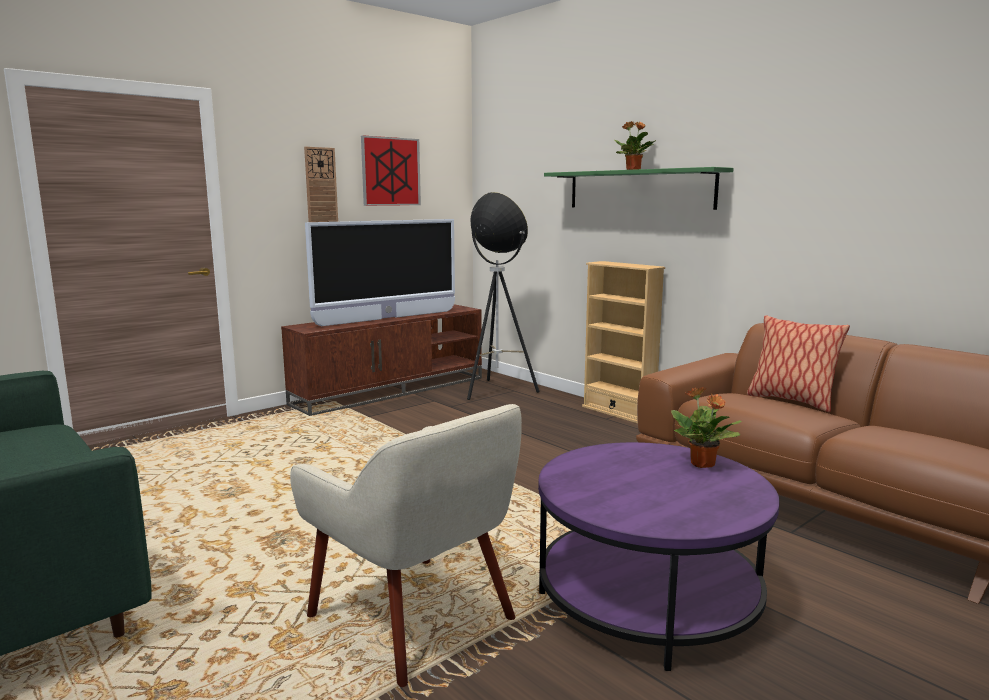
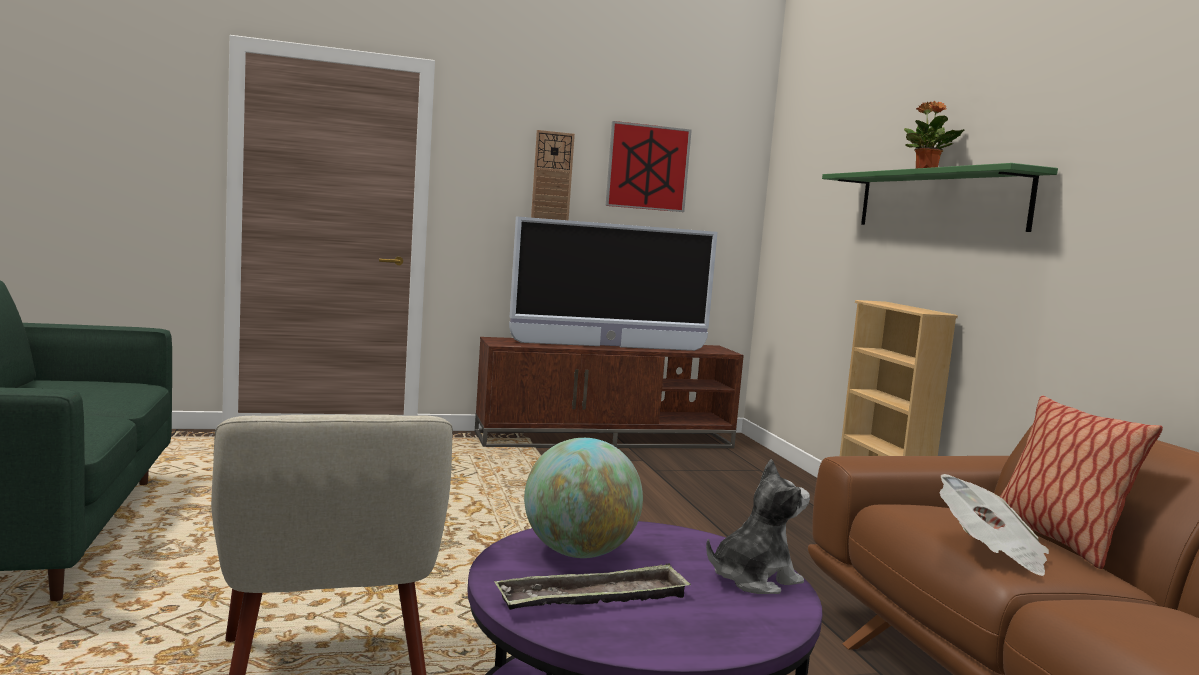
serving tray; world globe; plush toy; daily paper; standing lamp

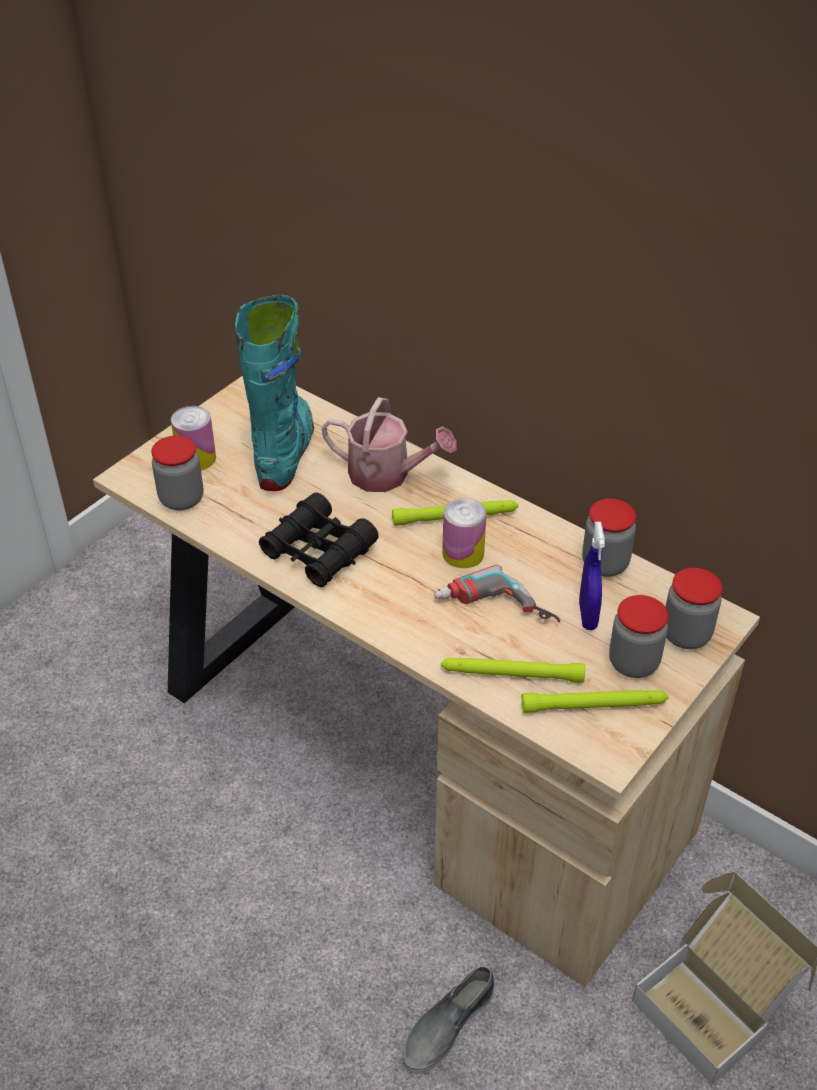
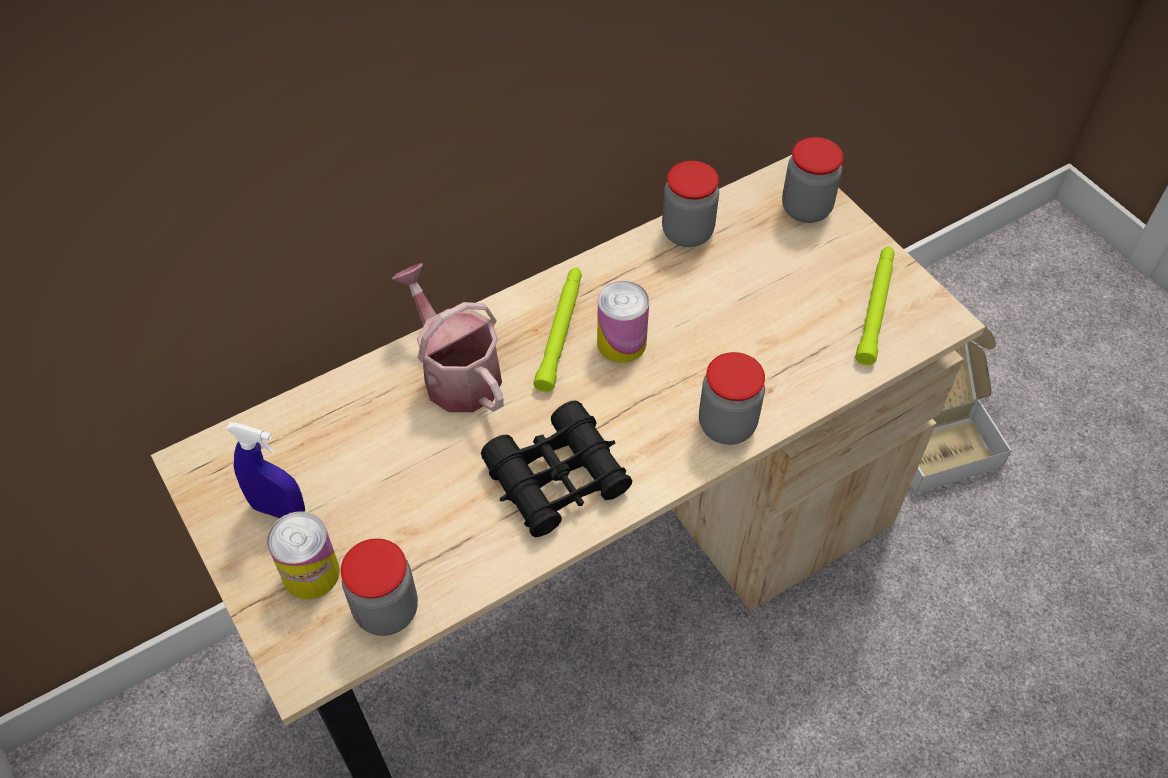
blue-coloured hand sprayer; sprinkling can; preserve jar (3rd from left); turquoise high-top boot; gray shoe; electric drill; green flashlight (2nd from left in the first image)

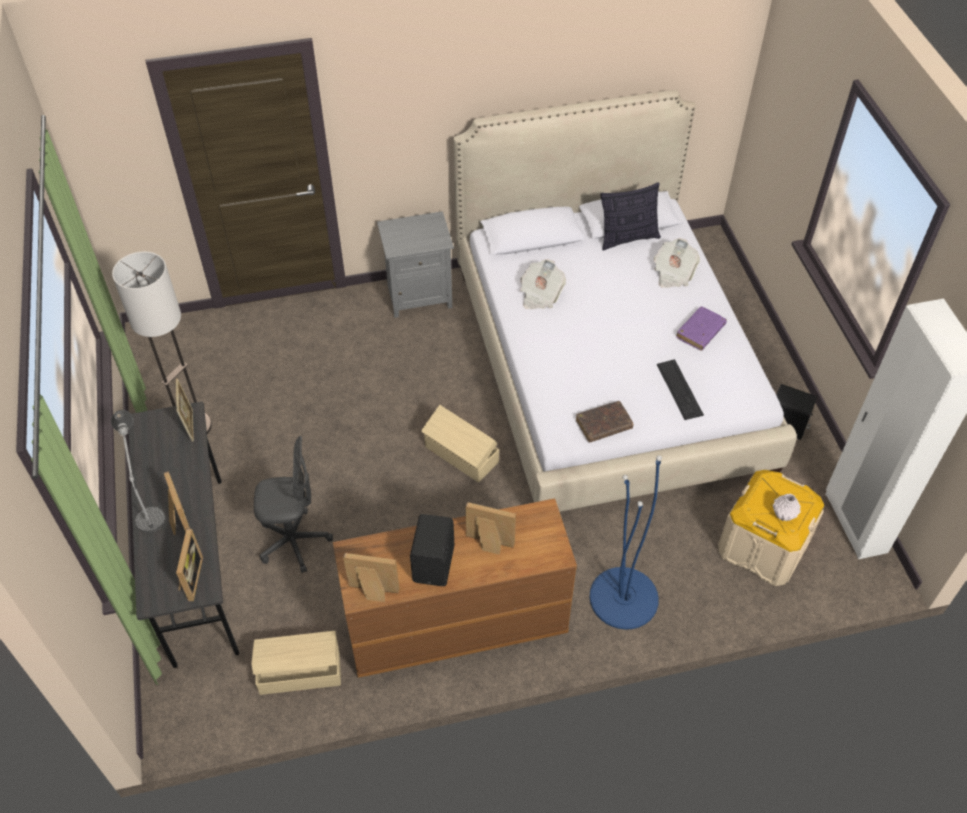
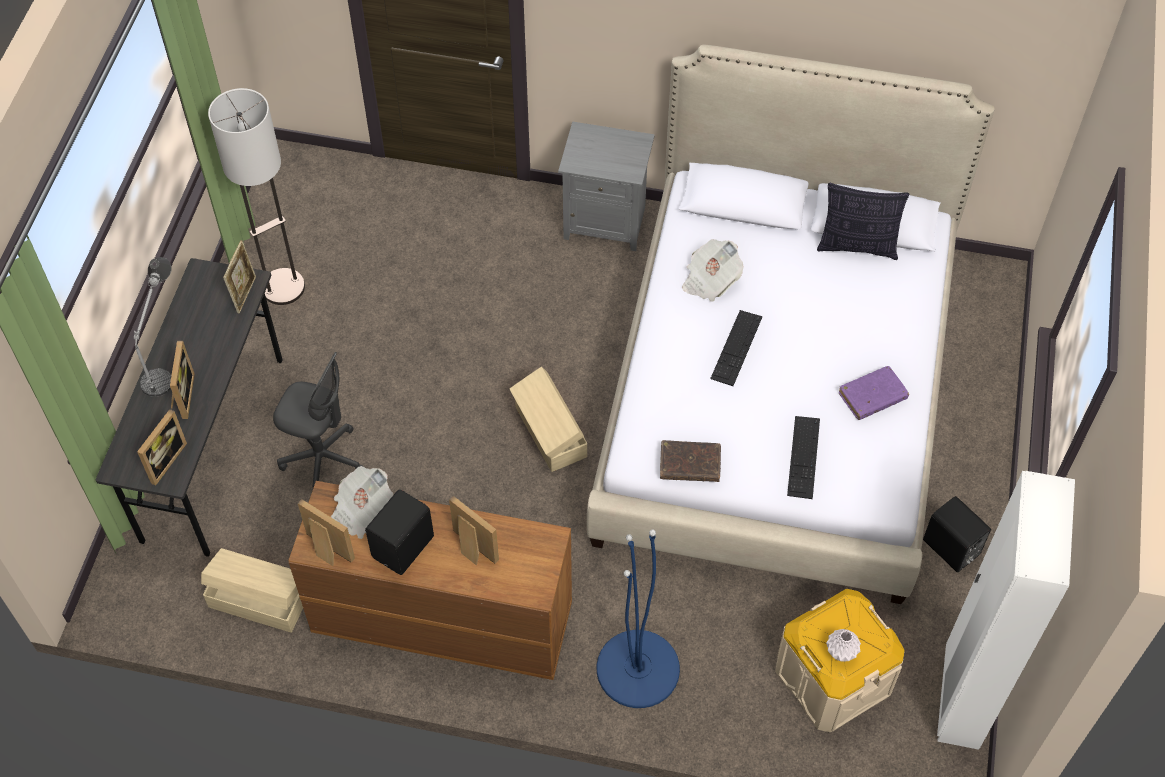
daily paper (1st from left); keyboard (1st from left)

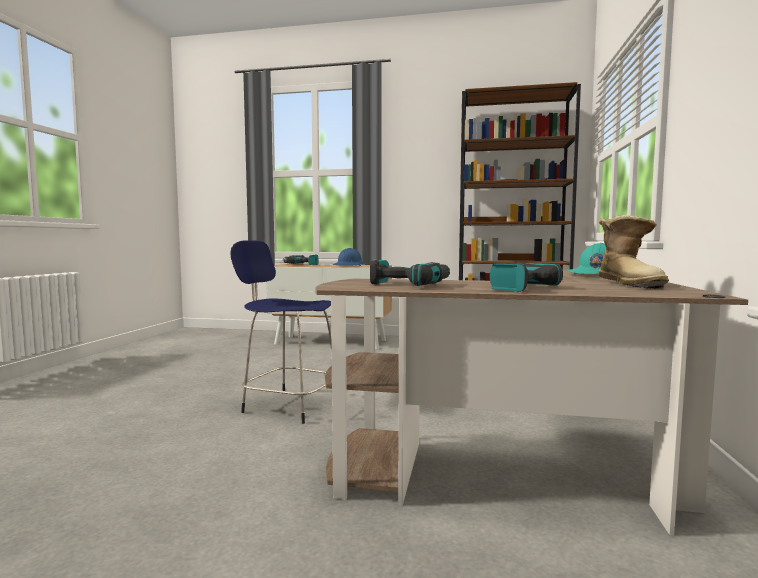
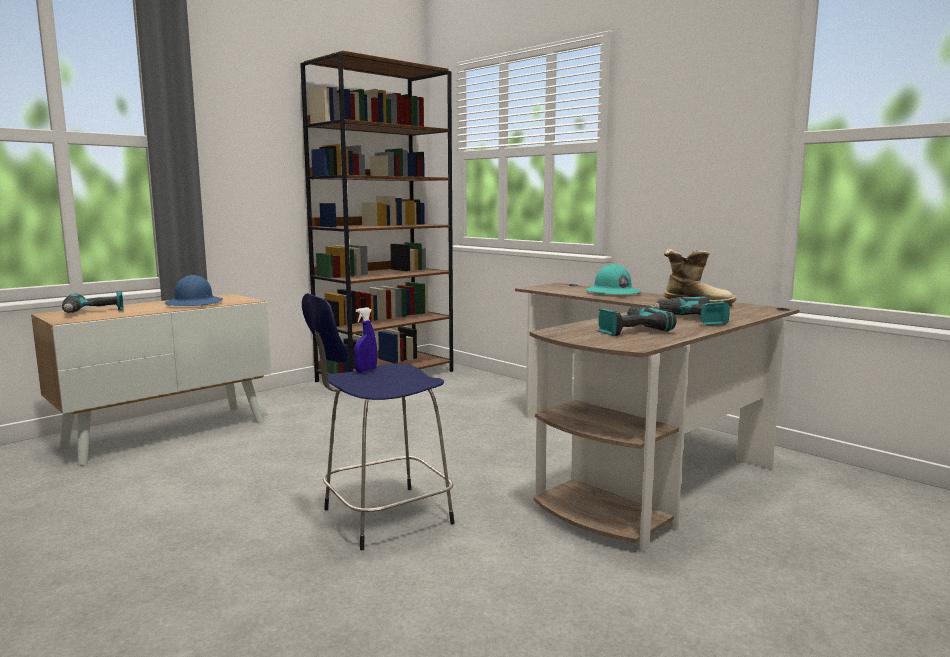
blue-coloured hand sprayer

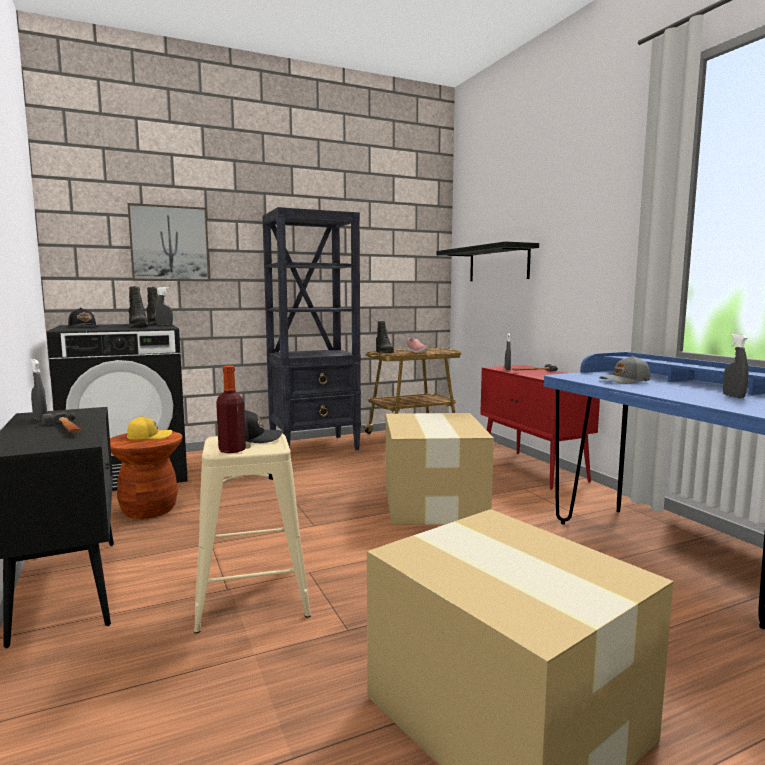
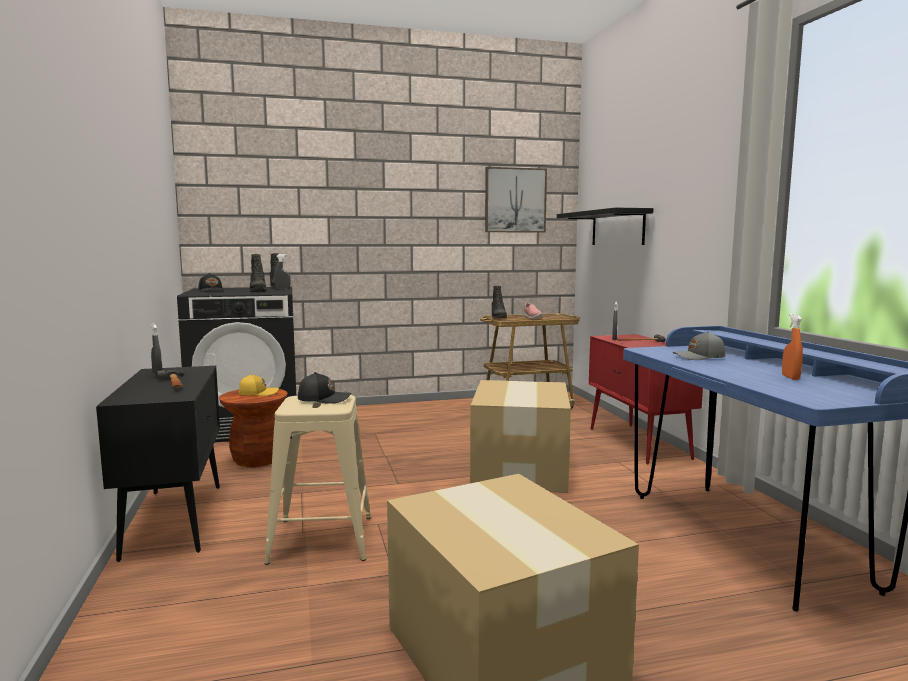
picture; orangey hand sprayer; drink bottle; blackish shelving unit

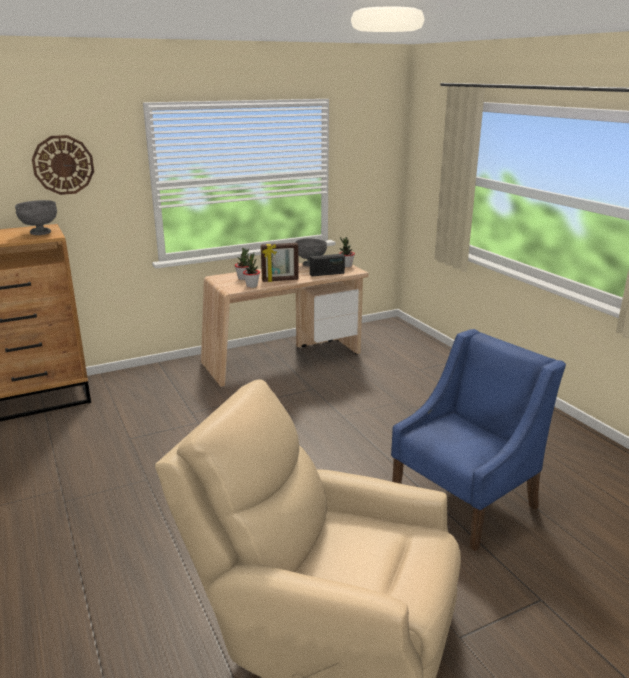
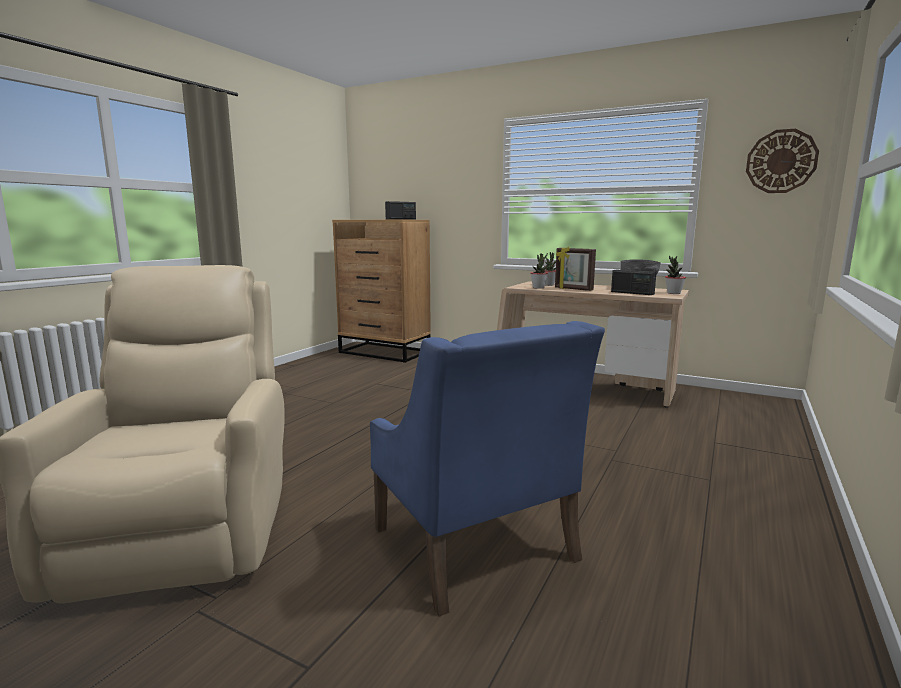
blue-coloured lounge chair; radio receiver (1st from left); hanging clock

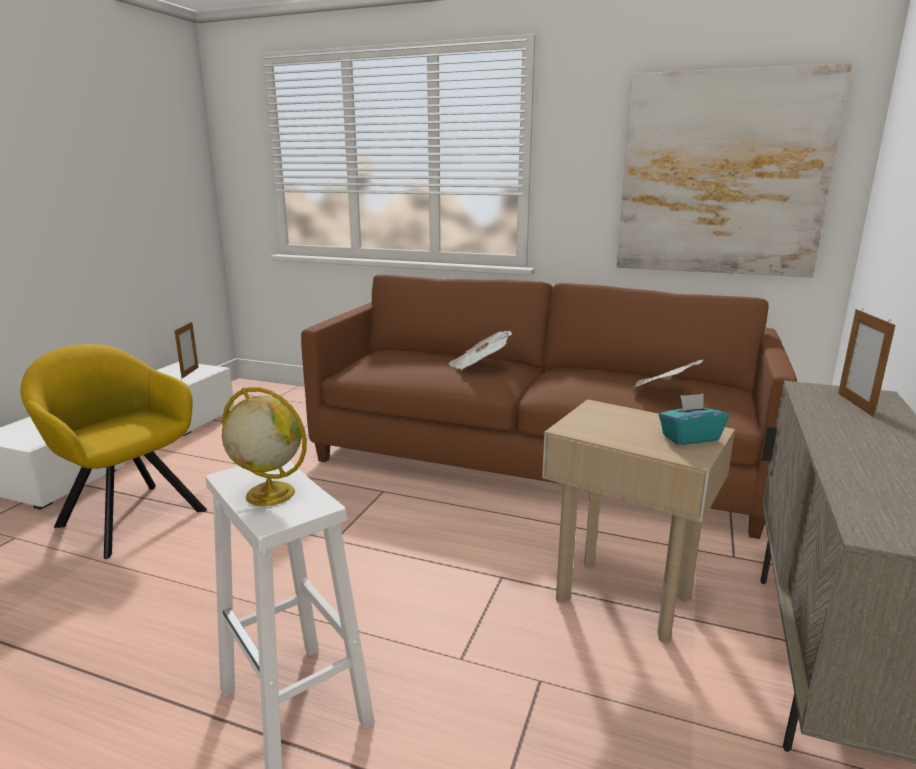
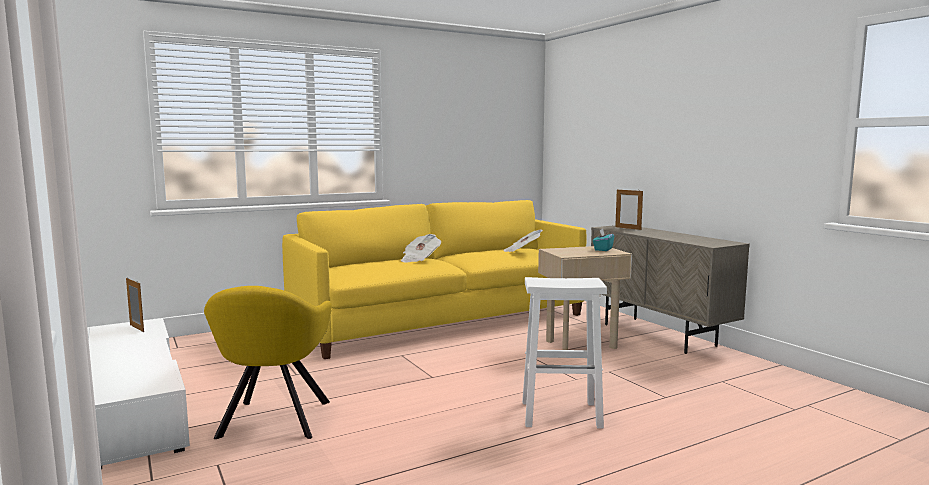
yellow lounge chair; yellow settee; world globe; picture

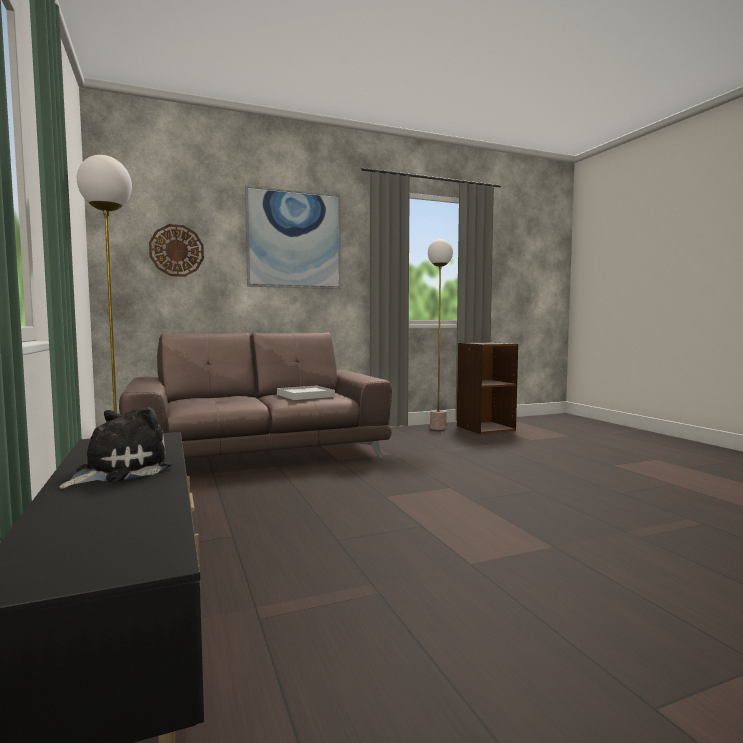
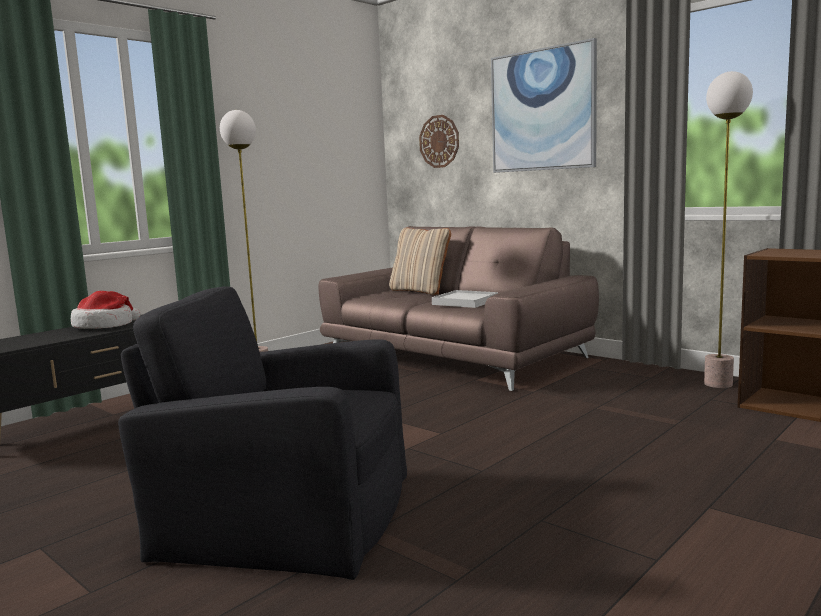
hat; blackish lounge chair; beige-coloured throw pillow

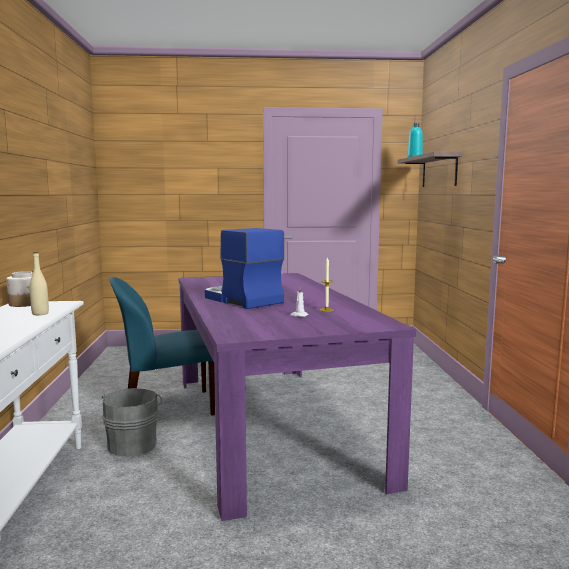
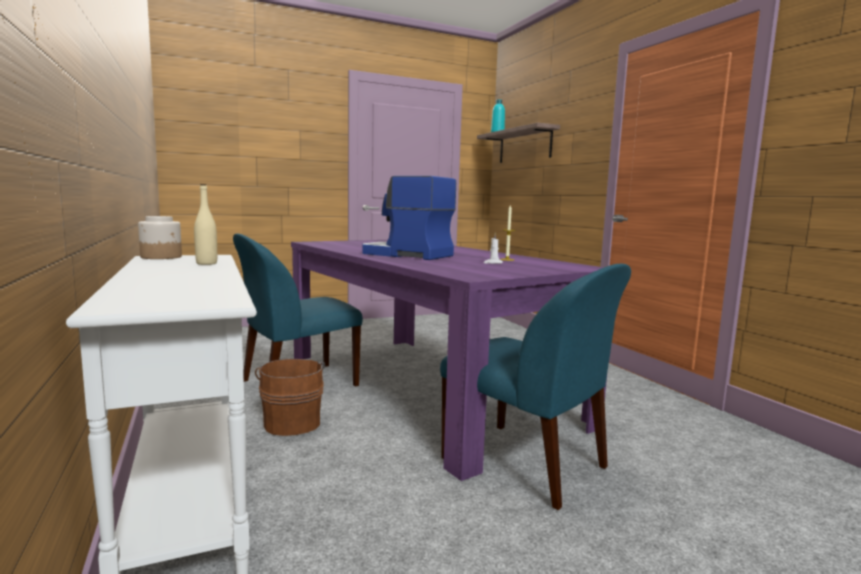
brown-coloured bucket; blue-coloured upright chair (2nd from left)

